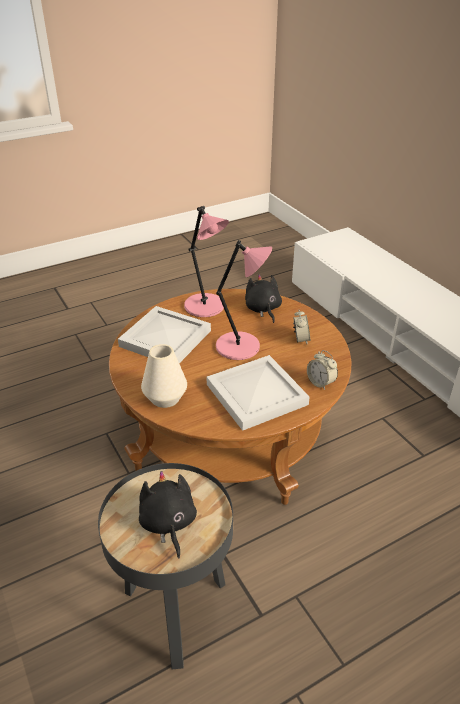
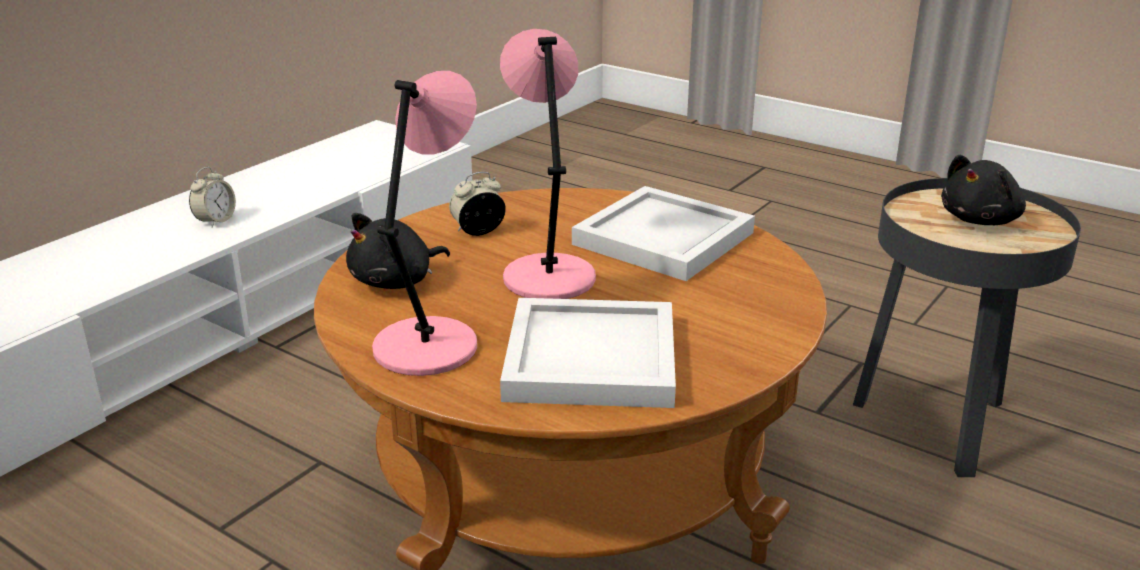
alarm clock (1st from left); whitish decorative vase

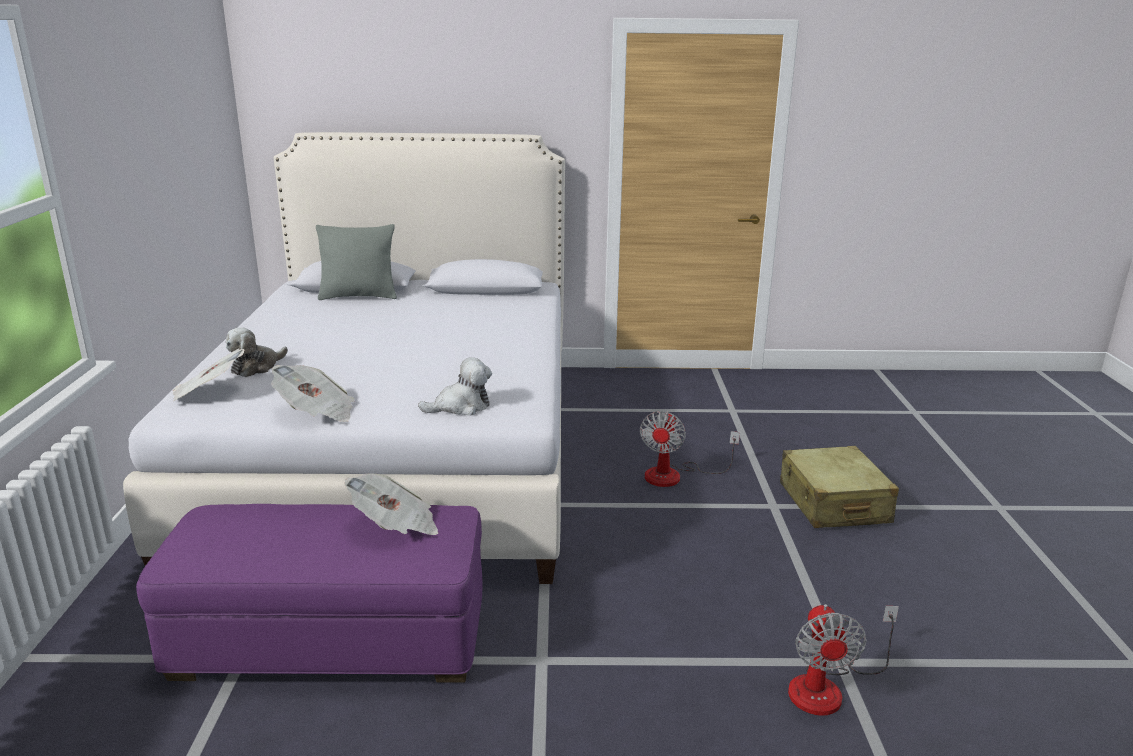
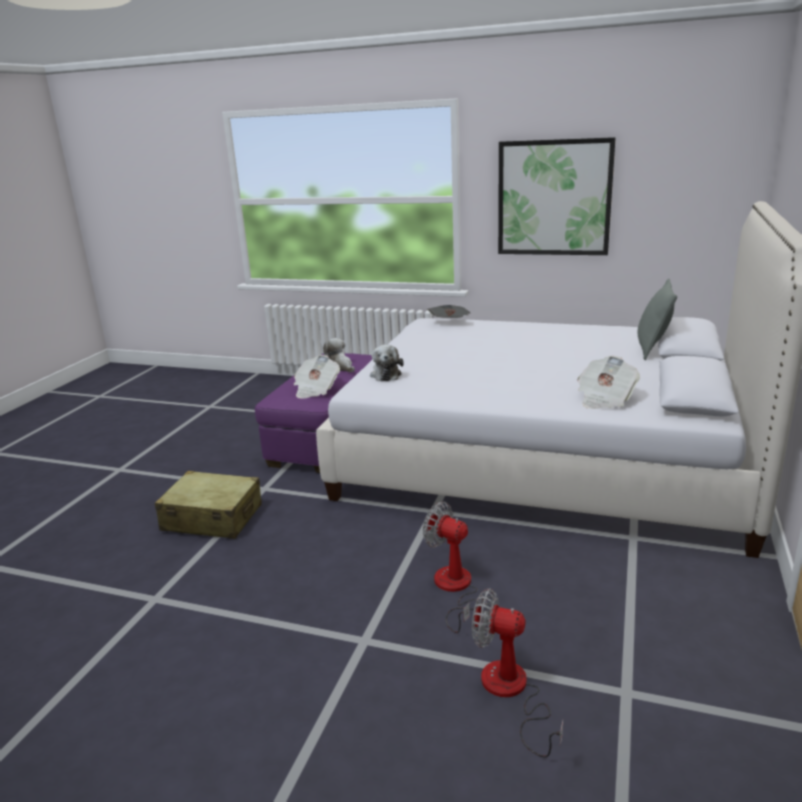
beige-coloured suitcase; plush toy (1st from left); electric fan (2nd from left); picture; daily paper (3rd from left)

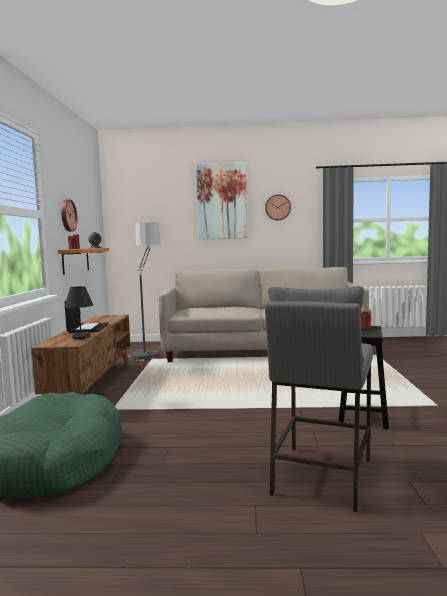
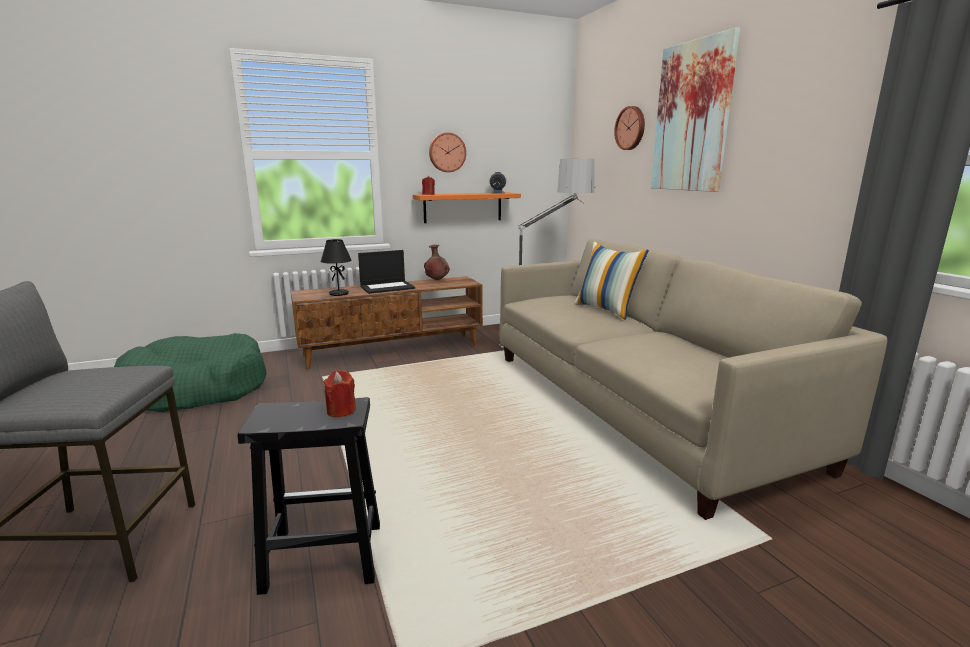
brown-coloured decorative vase; throw pillow; hanging clock (2nd from left)

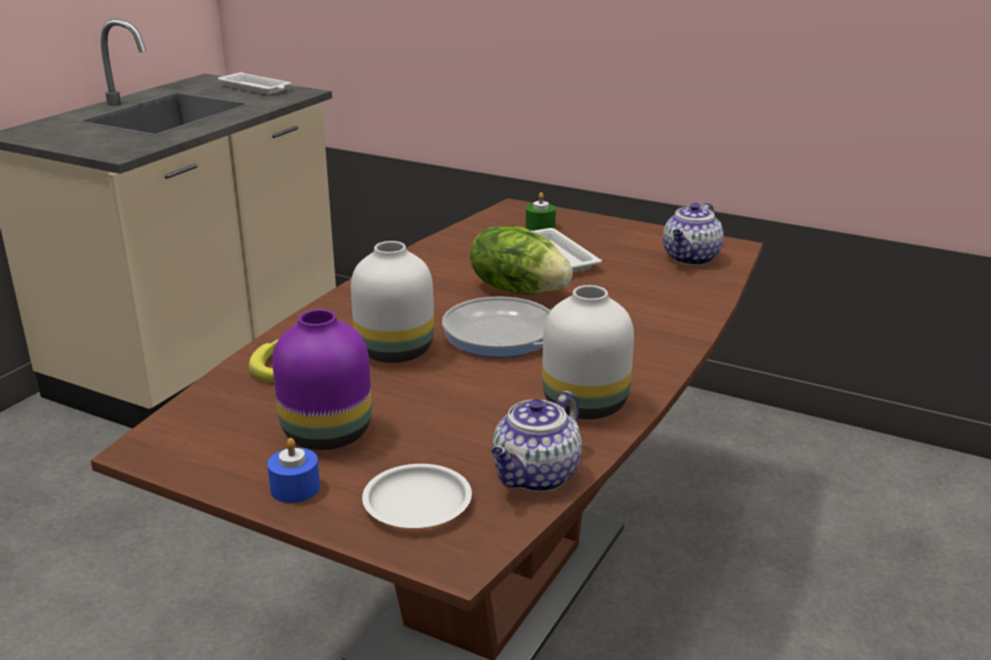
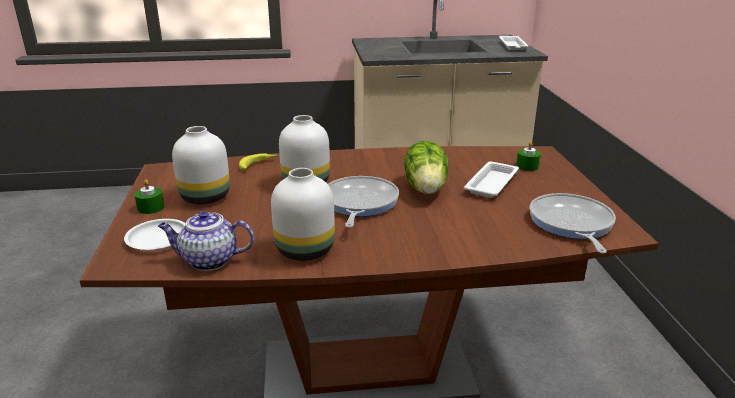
green wax candle (1st from left); whitish decorative vase (1st from left); pan (2nd from left)

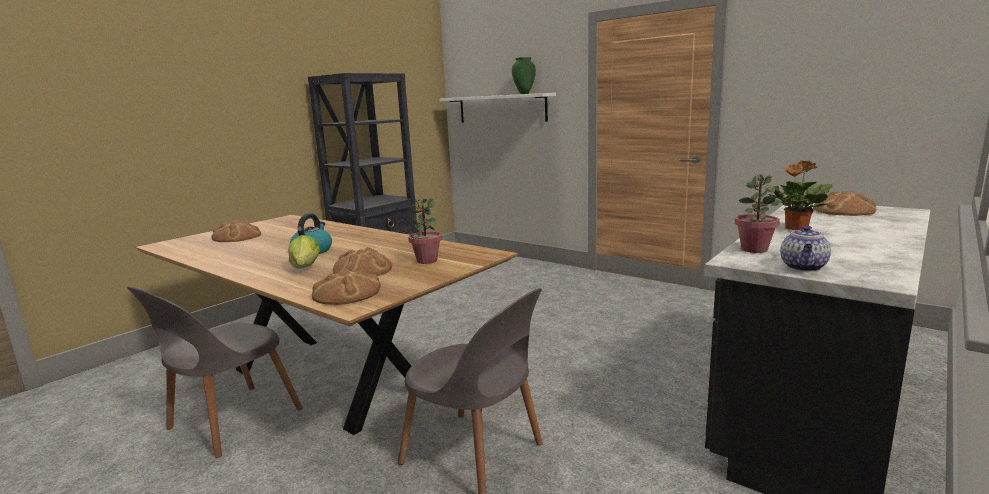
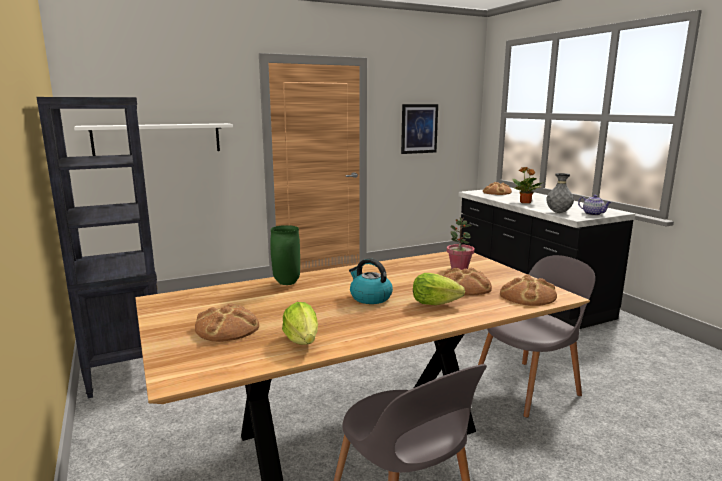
green decorative vase; lettuce head (1st from left); picture; gray decorative vase

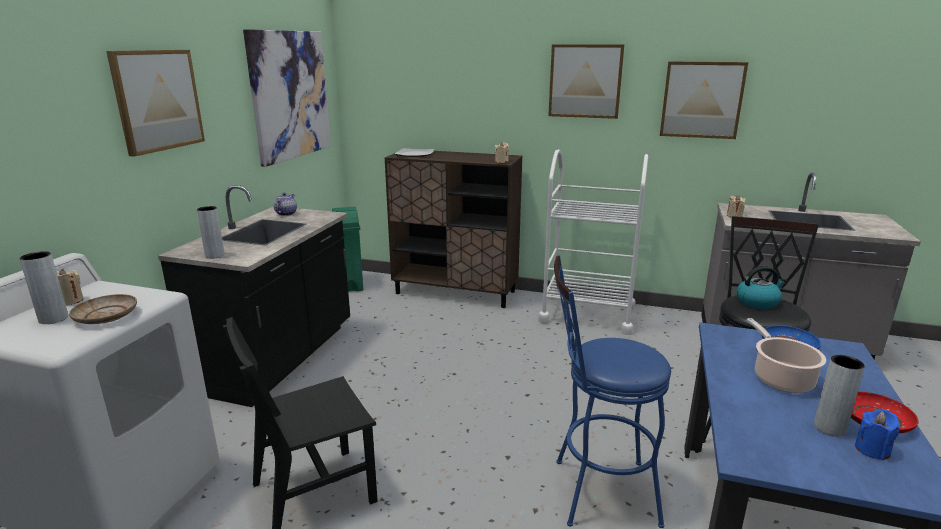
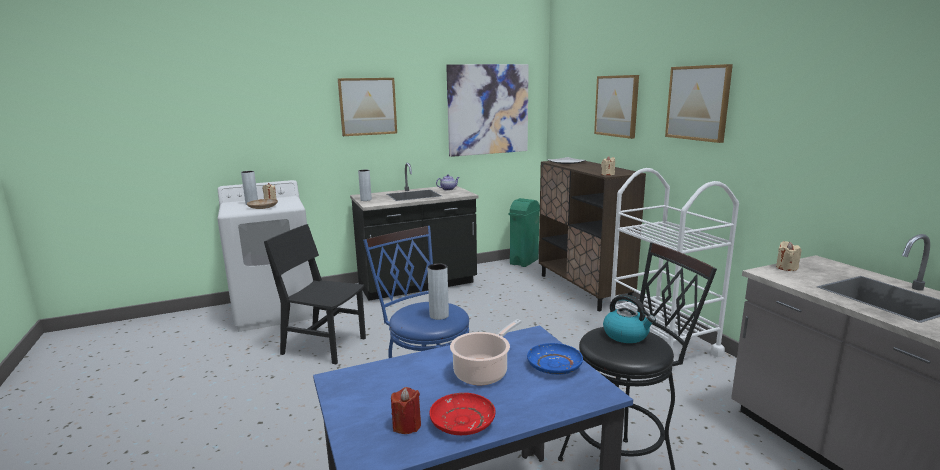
red wax candle; gray decorative vase (3rd from left); picture (3rd from left)

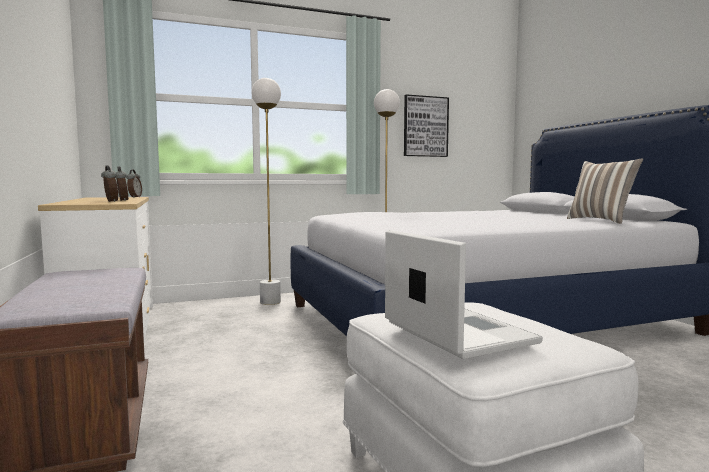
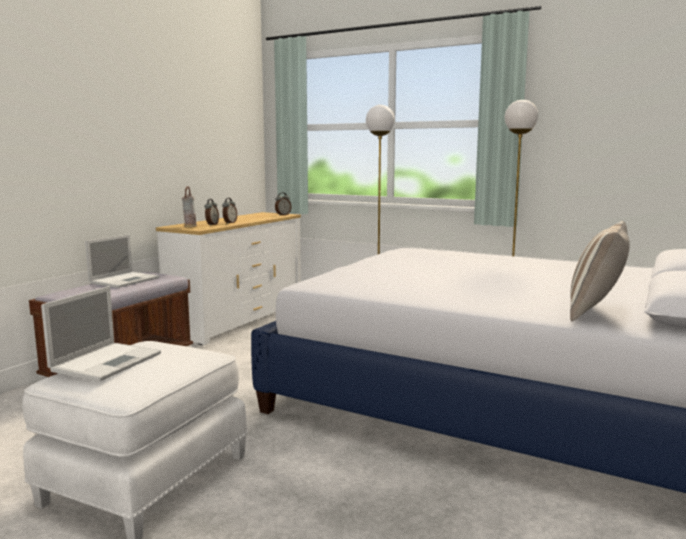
notebook computer (2nd from left); decorative vase; picture

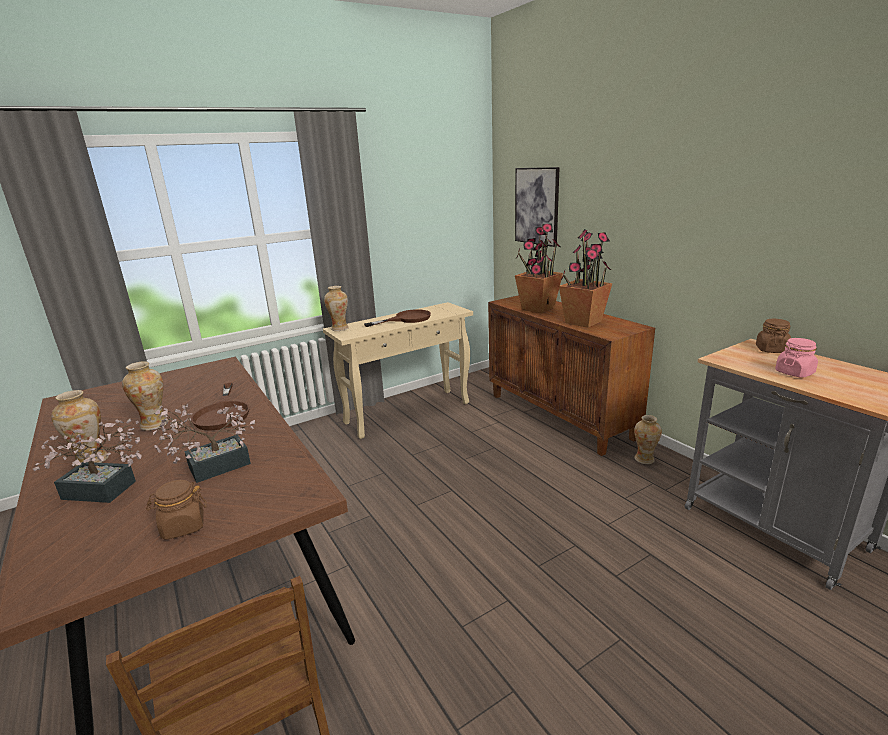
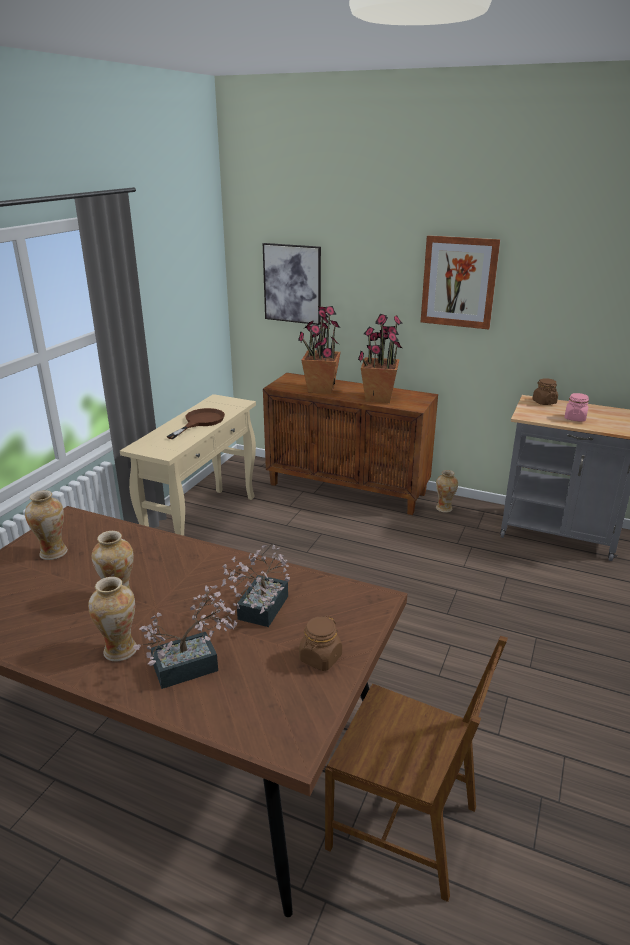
decorative vase (1st from left); picture (2nd from left); brown-coloured pan (1st from left in the first image)

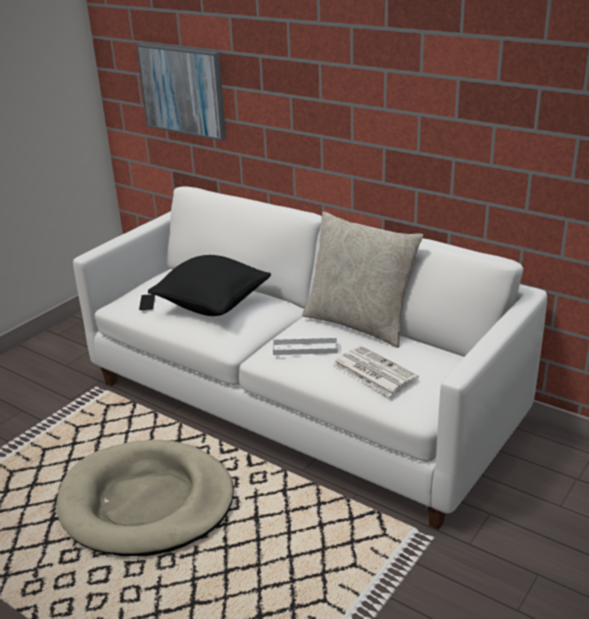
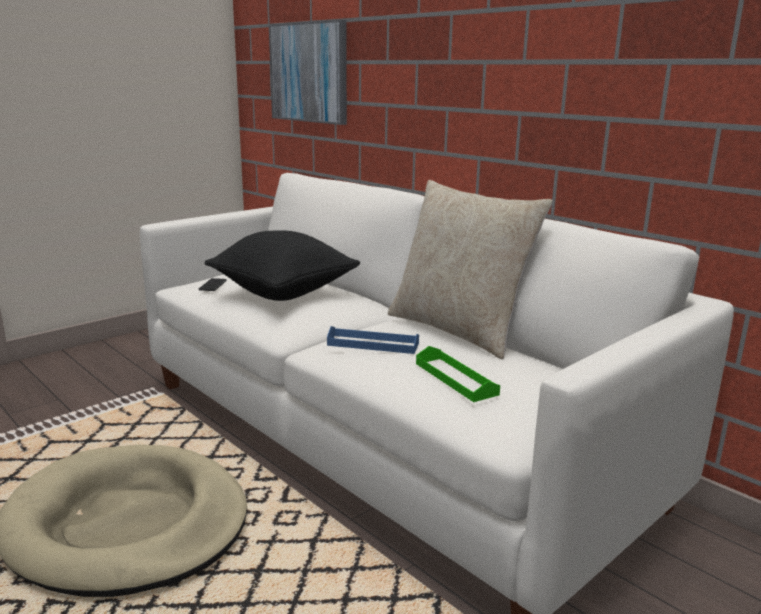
blue-coloured serving tray; green serving tray

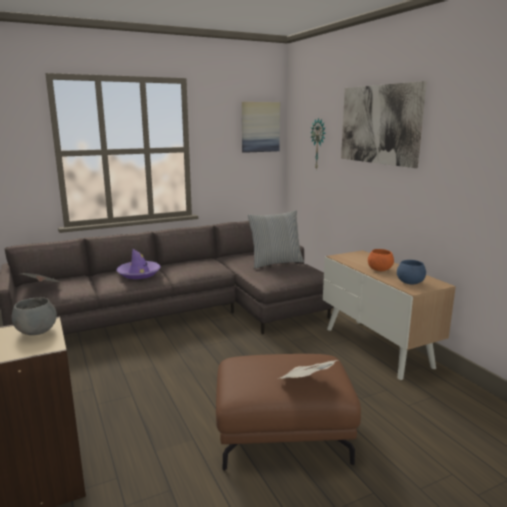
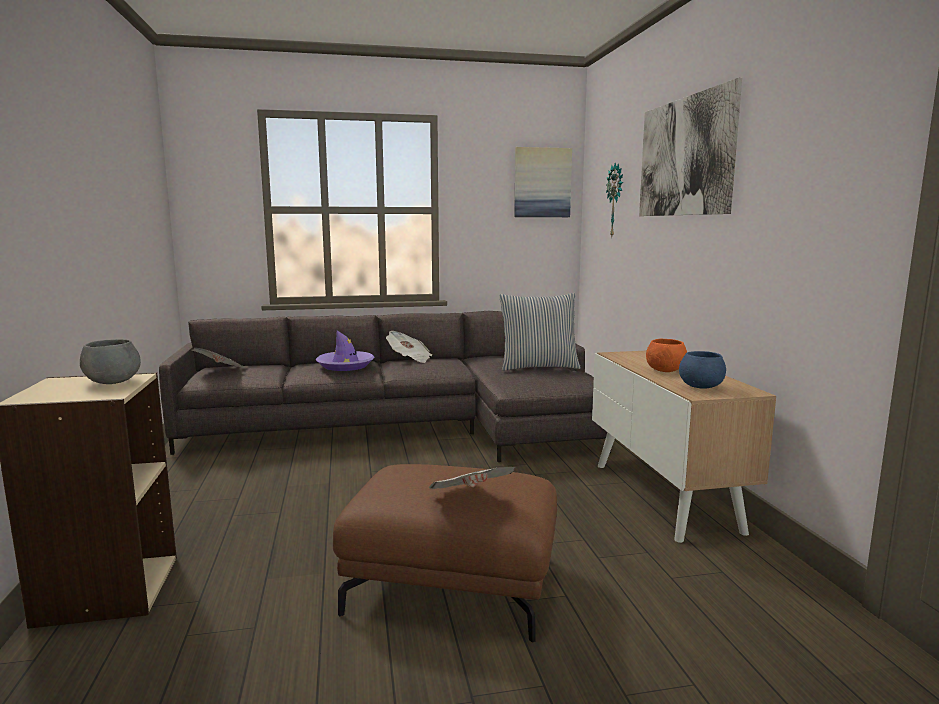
daily paper (2nd from left)

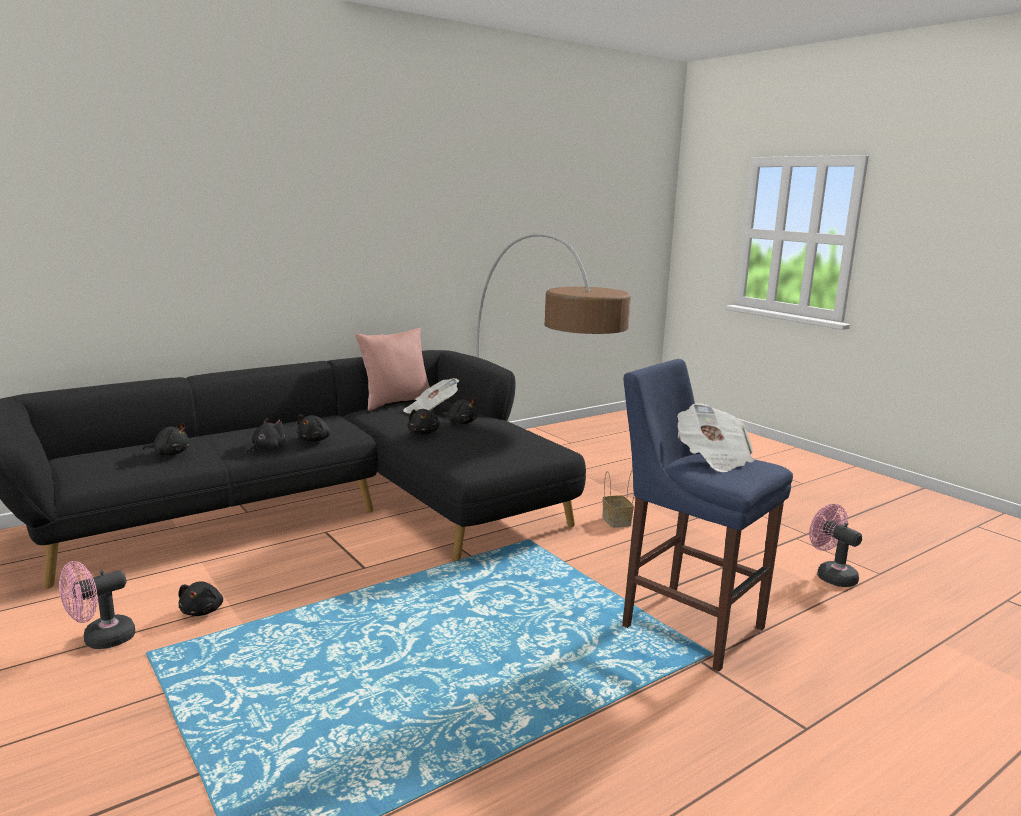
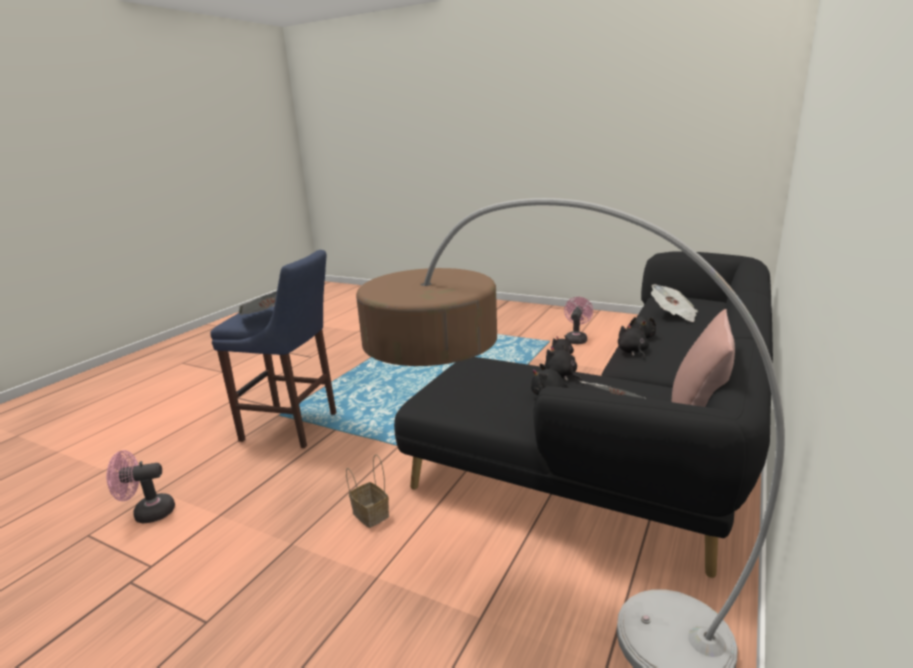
pink-coloured electric fan (1st from left); daily paper (3rd from left)

